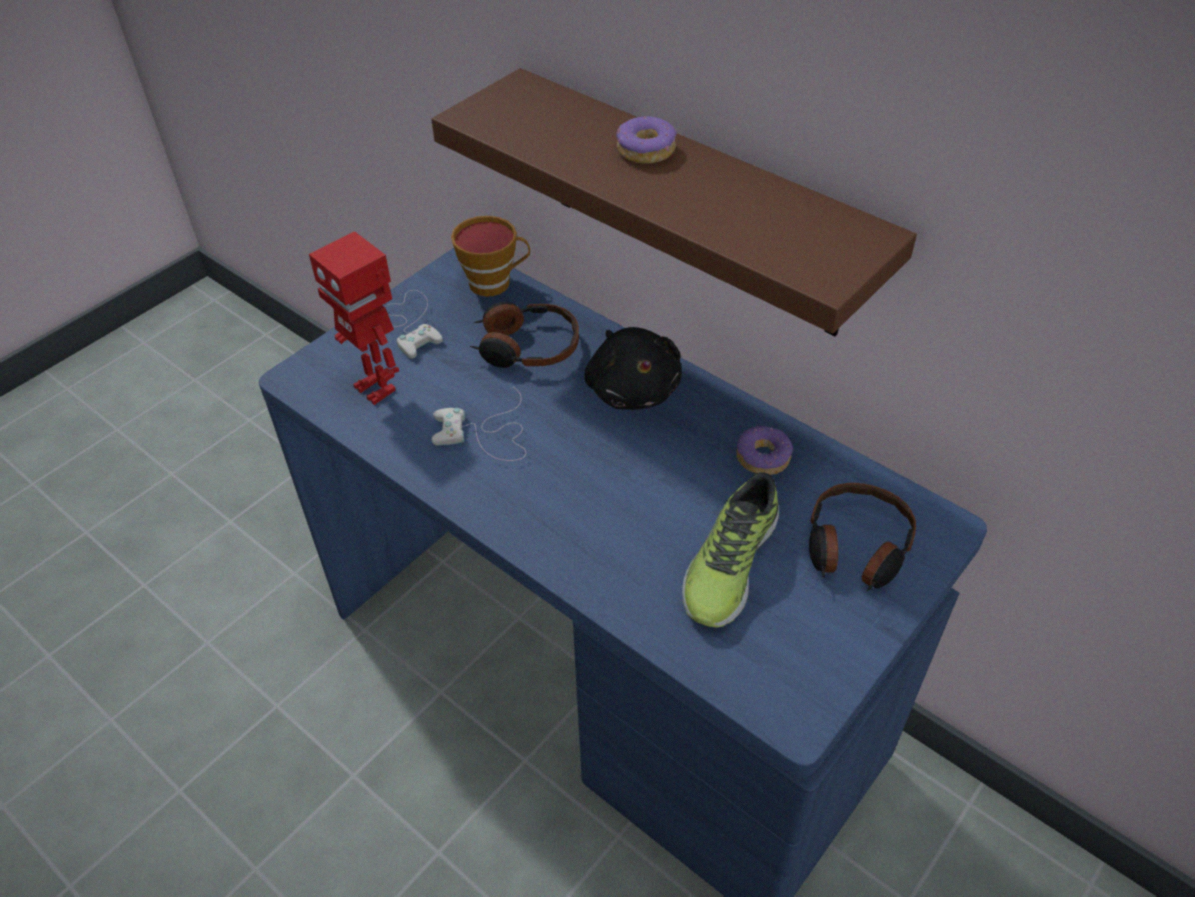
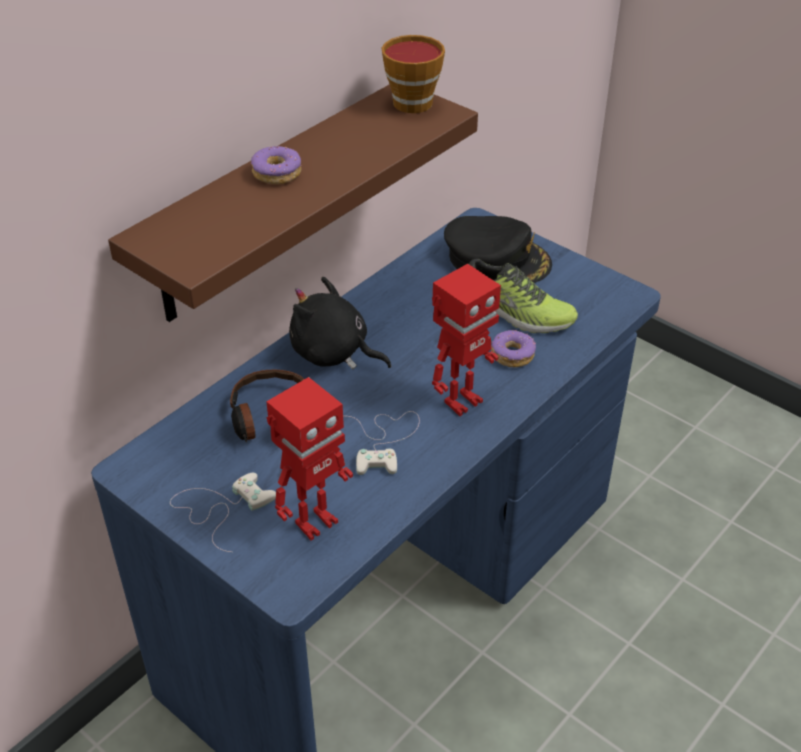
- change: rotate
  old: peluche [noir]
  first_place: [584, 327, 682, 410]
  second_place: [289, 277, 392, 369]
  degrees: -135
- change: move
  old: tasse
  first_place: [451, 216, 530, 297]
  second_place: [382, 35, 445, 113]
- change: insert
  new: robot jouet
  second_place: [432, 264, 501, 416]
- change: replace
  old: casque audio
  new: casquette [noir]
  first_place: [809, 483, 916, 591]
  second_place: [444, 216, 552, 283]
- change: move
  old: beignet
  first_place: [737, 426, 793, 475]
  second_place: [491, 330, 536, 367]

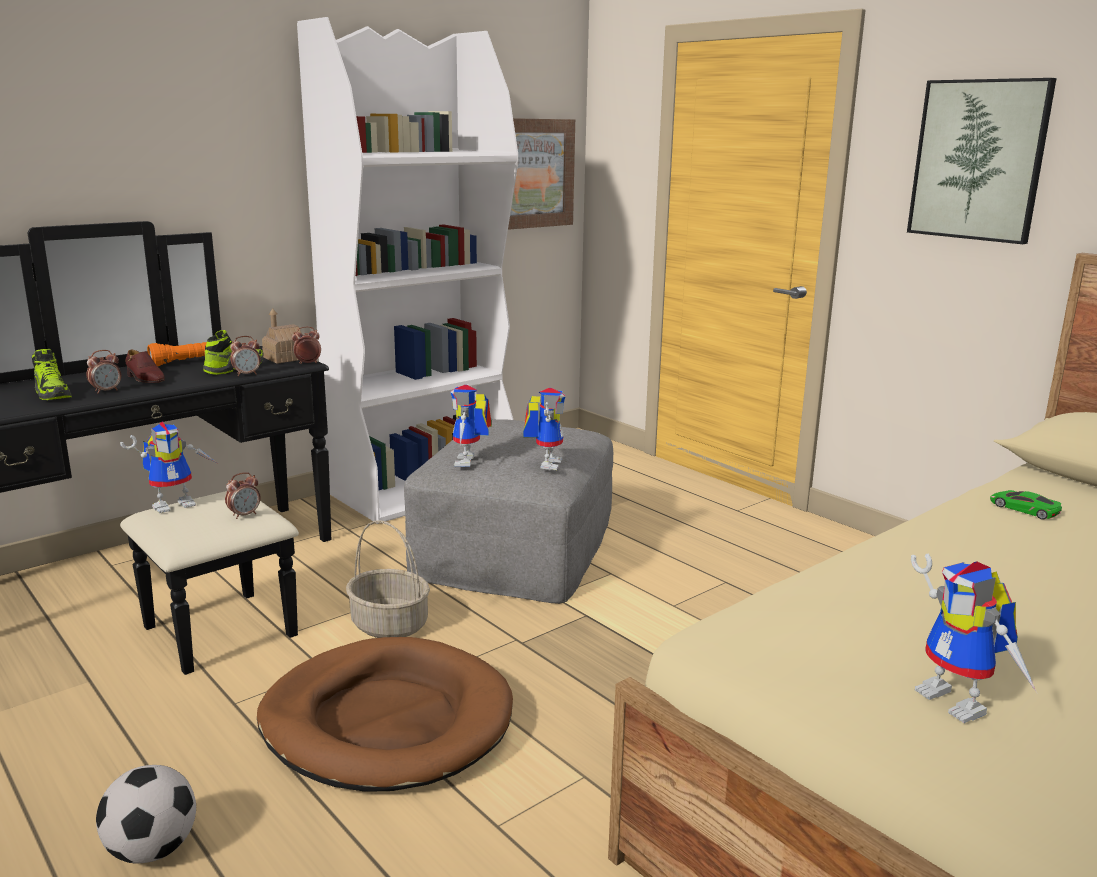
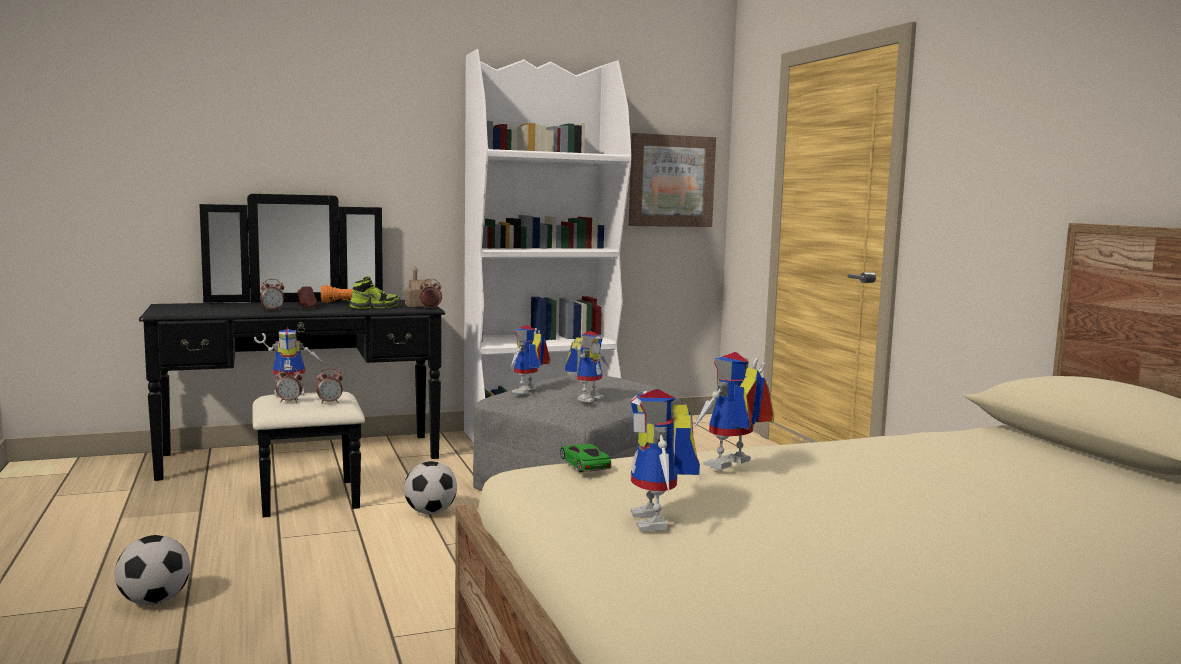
- change: move
  old: réveil
  first_place: [230, 336, 261, 376]
  second_place: [276, 367, 303, 402]
- change: replace
  old: panier
  new: ballon de foot
  first_place: [346, 520, 430, 638]
  second_place: [404, 461, 457, 515]
- change: move
  old: petite voiture [vert]
  first_place: [990, 490, 1062, 520]
  second_place: [560, 444, 611, 472]
- change: insert
  new: robot jouet
  second_place: [693, 352, 774, 470]
- change: delete
  old: chaussure
  first_place: [32, 349, 72, 400]
- change: delete
  old: panier pour chien [marron]
  first_place: [257, 637, 513, 792]
- change: delete
  old: tableau
  first_place: [907, 78, 1057, 244]

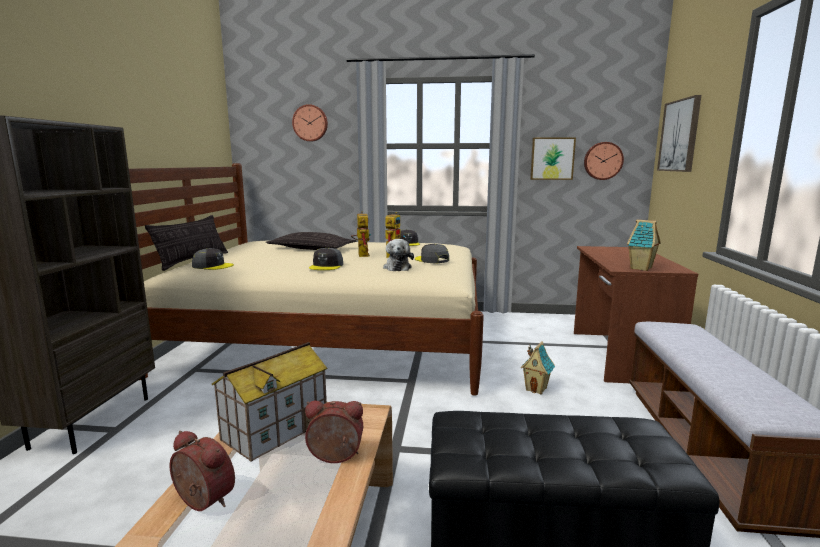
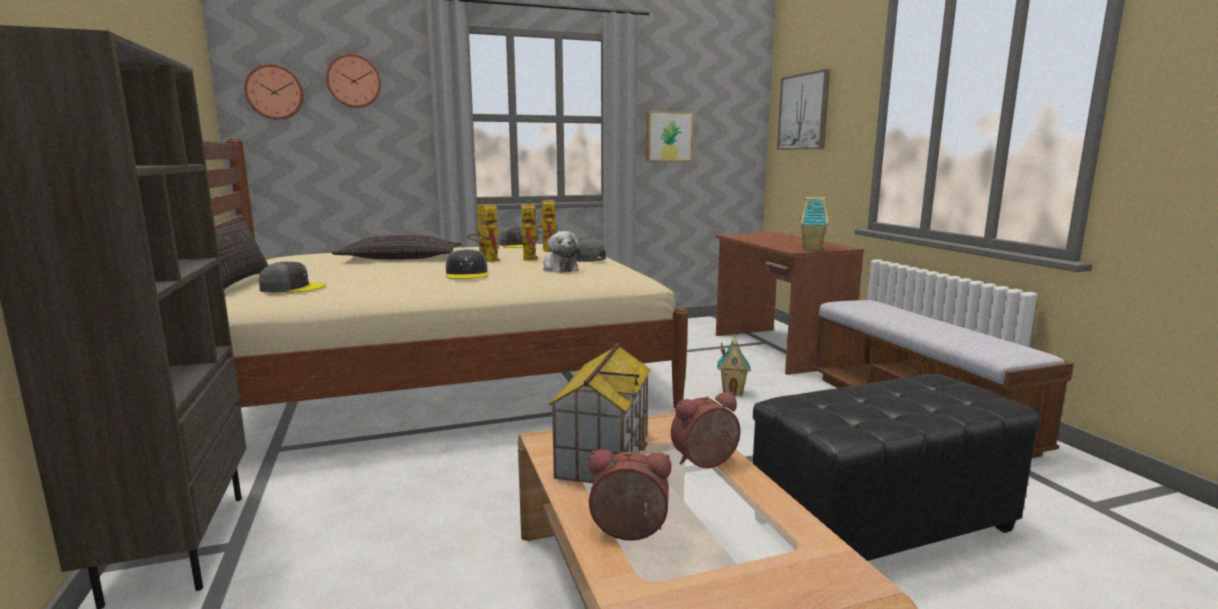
- change: move
  old: horloge murale
  first_place: [584, 142, 624, 180]
  second_place: [244, 64, 304, 120]
- change: insert
  new: robot jouet
  second_place: [536, 197, 558, 252]

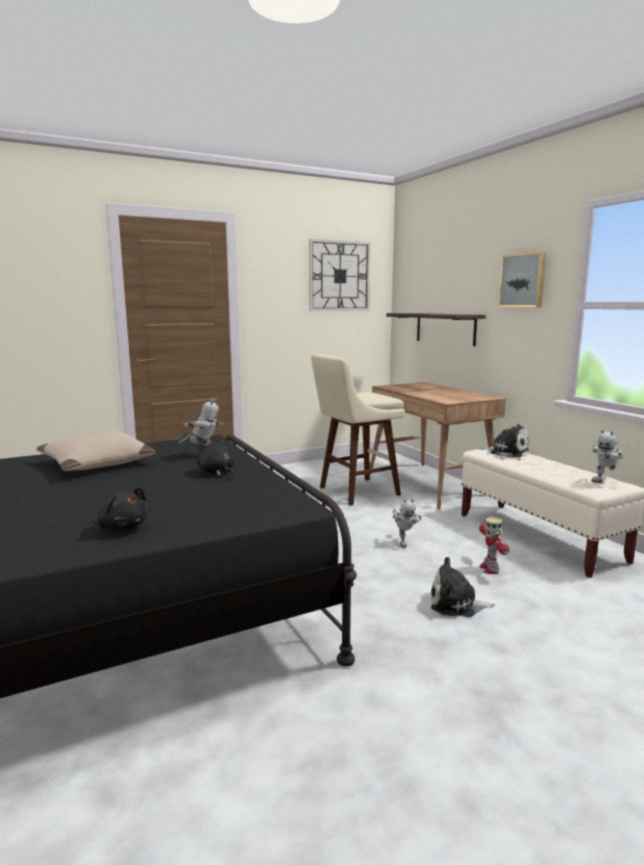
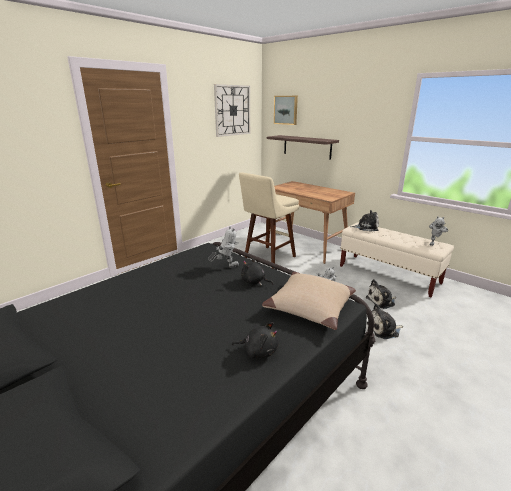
- change: move
  old: coussin [beige]
  first_place: [36, 430, 156, 471]
  second_place: [262, 272, 356, 330]
- change: move
  old: tableau
  first_place: [498, 252, 546, 307]
  second_place: [274, 96, 298, 125]
- change: replace
  old: robot jouet
  new: peluche
  first_place: [479, 517, 510, 574]
  second_place: [366, 279, 396, 309]

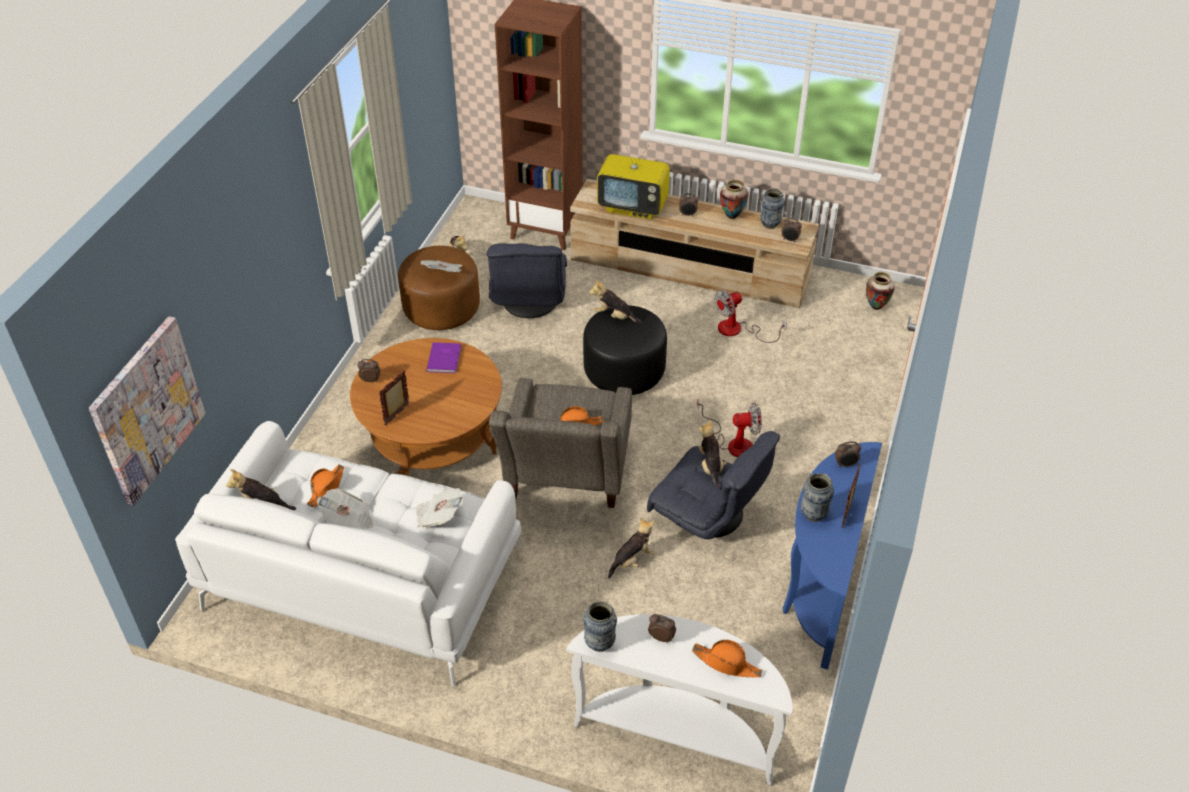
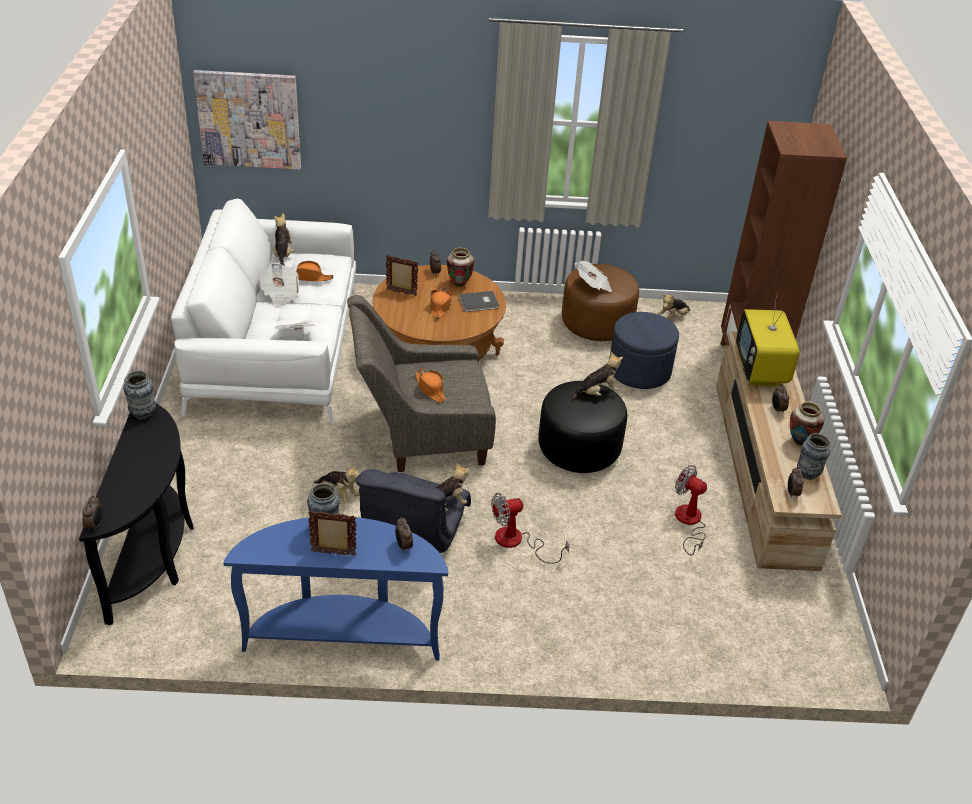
- change: recolor
  old: table console [blanc]
  new: table console [noir]
  first_place: [566, 614, 793, 785]
  second_place: [79, 403, 194, 625]
- change: move
  old: réveil
  first_place: [648, 614, 676, 643]
  second_place: [82, 495, 103, 532]
- change: move
  old: chapeau [orange]
  first_place: [692, 640, 762, 677]
  second_place: [430, 288, 451, 319]
- change: move
  old: vase
  first_place: [866, 272, 895, 310]
  second_place: [447, 248, 475, 287]
- change: recolor
  old: livre [violet]
  new: livre [gris]
  first_place: [426, 342, 461, 373]
  second_place: [459, 291, 499, 312]
- change: rotate
  old: ventilateur
  first_place: [697, 400, 762, 457]
  second_place: [491, 493, 570, 564]
  degrees: 90
- change: rotate
  old: peluche
  first_place: [589, 279, 642, 324]
  second_place: [571, 352, 623, 401]
  degrees: 60
- change: replace
  old: fauteuil [gris]
  new: pouf [bleu]
  first_place: [486, 243, 567, 318]
  second_place: [609, 312, 679, 389]

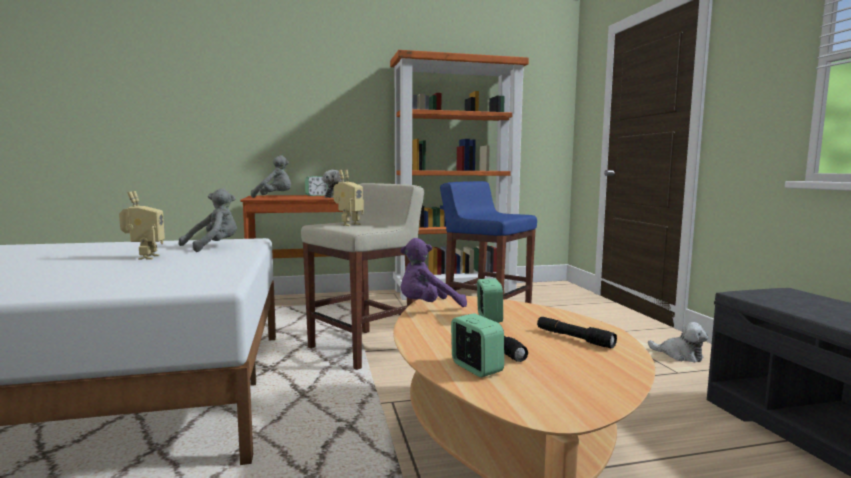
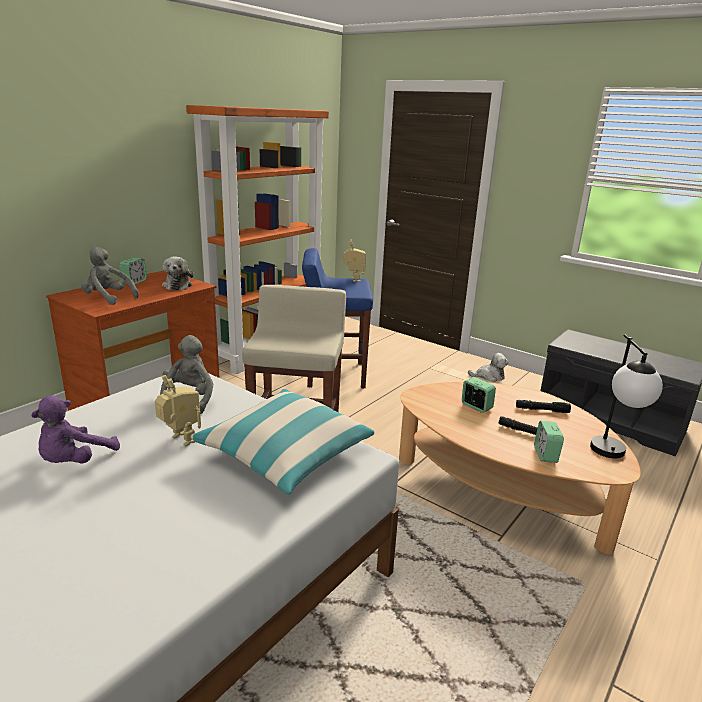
- change: move
  old: peluche [violet]
  first_place: [400, 238, 467, 307]
  second_place: [31, 395, 120, 463]
- change: rotate
  old: peluche [gris]
  first_place: [251, 155, 291, 198]
  second_place: [81, 247, 139, 305]
  degrees: -120
- change: insert
  new: coussin
  second_place: [191, 389, 374, 495]
- change: move
  old: robot jouet
  first_place: [333, 170, 364, 226]
  second_place: [344, 240, 366, 282]
- change: rotate
  old: réveil
  first_place: [451, 313, 504, 377]
  second_place: [534, 421, 564, 463]
  degrees: -105
- change: insert
  new: lampe de table
  second_place: [590, 334, 663, 458]

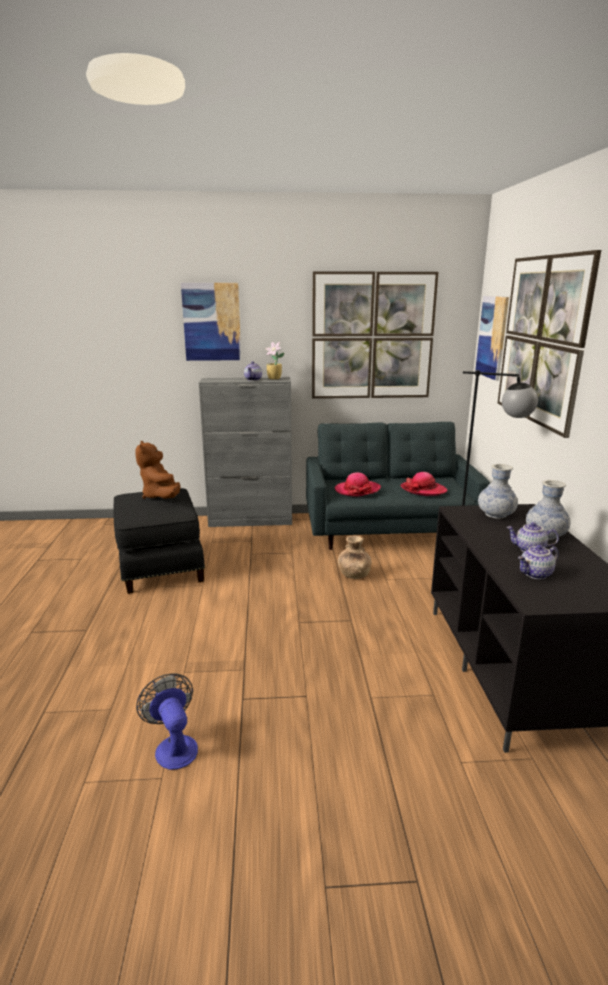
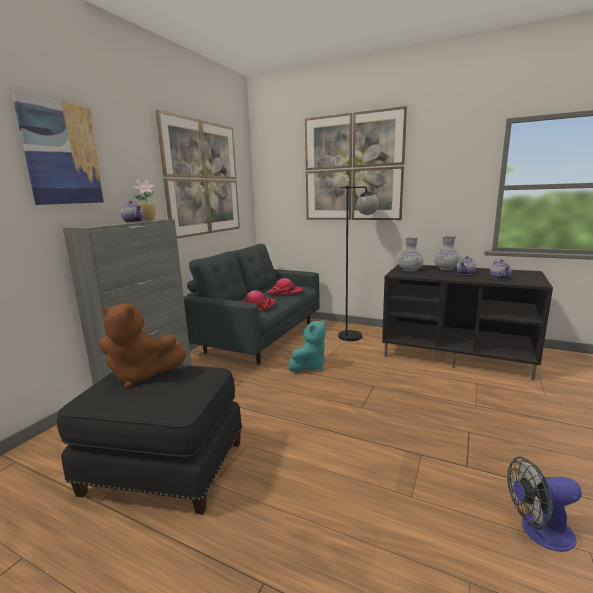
- change: replace
  old: vase [marron]
  new: peluche [turquoise]
  first_place: [338, 536, 372, 579]
  second_place: [288, 320, 326, 372]
- change: delete
  old: tableau
  first_place: [475, 296, 509, 381]

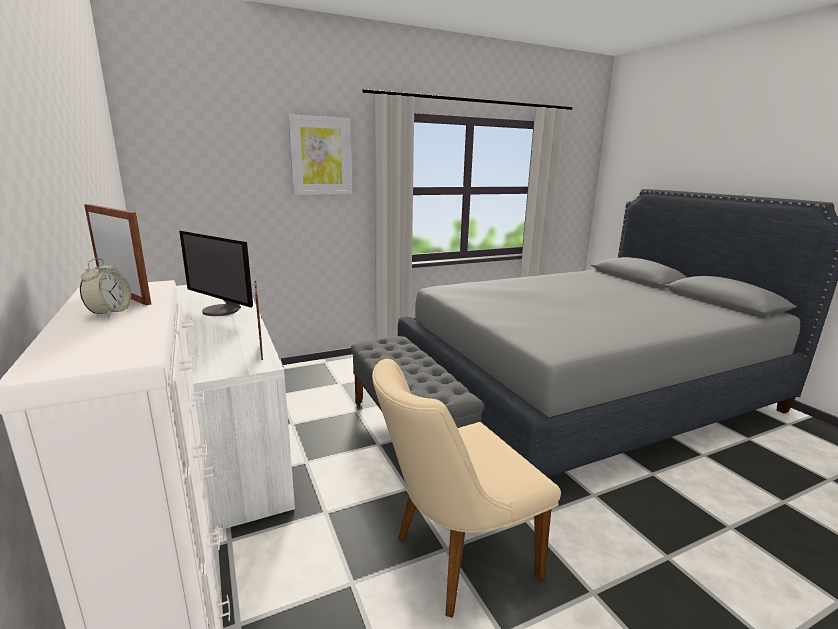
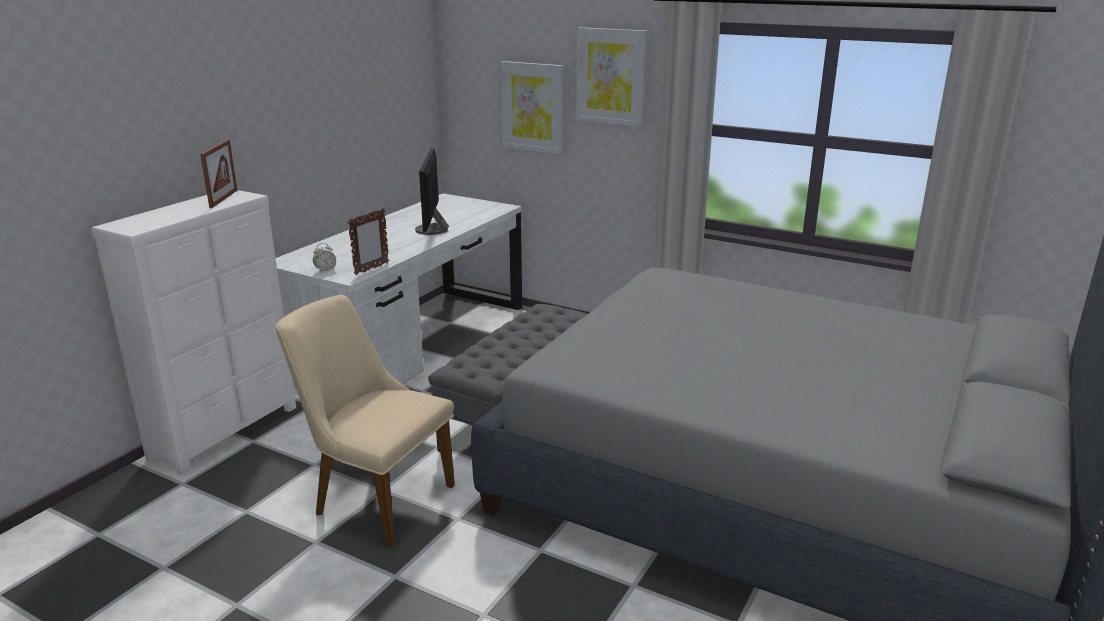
- change: move
  old: réveil
  first_place: [80, 258, 131, 318]
  second_place: [313, 243, 336, 272]
- change: insert
  new: tableau
  second_place: [501, 61, 564, 154]

